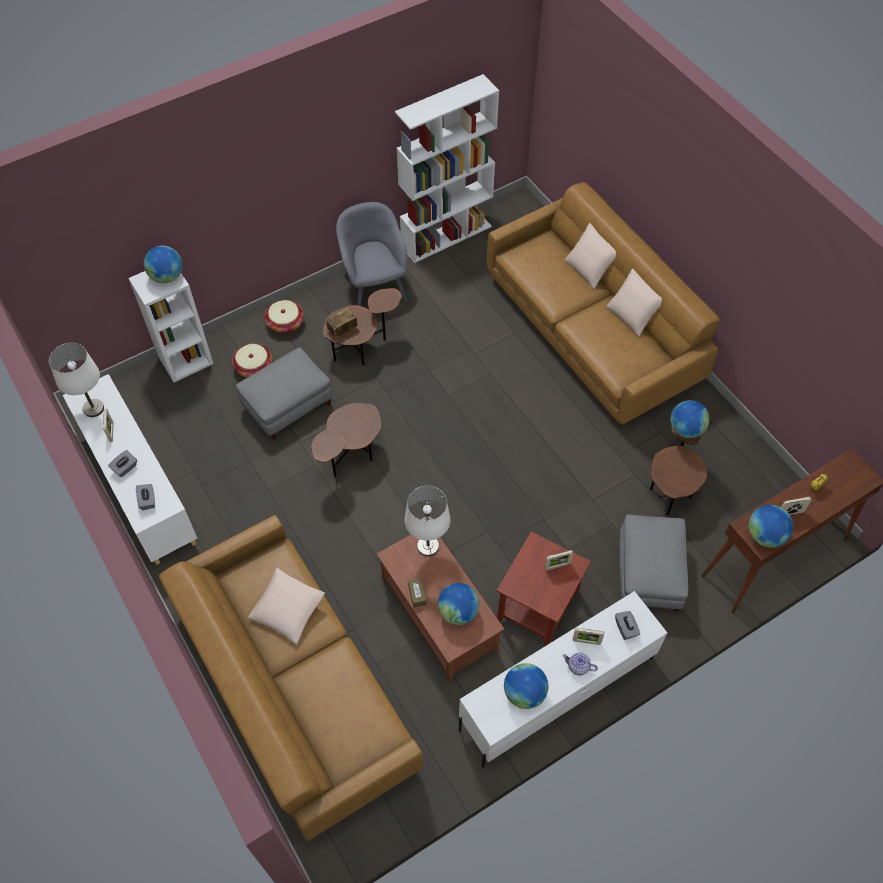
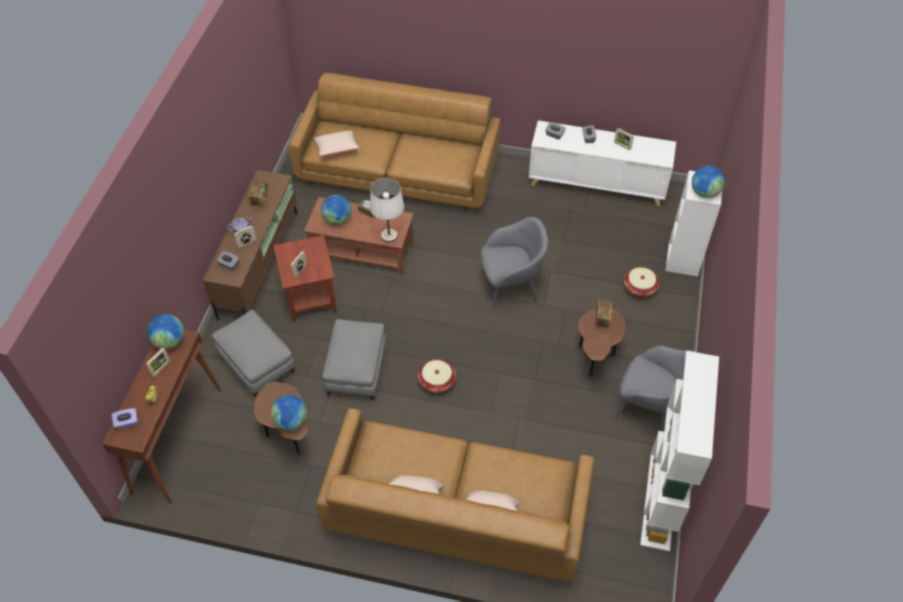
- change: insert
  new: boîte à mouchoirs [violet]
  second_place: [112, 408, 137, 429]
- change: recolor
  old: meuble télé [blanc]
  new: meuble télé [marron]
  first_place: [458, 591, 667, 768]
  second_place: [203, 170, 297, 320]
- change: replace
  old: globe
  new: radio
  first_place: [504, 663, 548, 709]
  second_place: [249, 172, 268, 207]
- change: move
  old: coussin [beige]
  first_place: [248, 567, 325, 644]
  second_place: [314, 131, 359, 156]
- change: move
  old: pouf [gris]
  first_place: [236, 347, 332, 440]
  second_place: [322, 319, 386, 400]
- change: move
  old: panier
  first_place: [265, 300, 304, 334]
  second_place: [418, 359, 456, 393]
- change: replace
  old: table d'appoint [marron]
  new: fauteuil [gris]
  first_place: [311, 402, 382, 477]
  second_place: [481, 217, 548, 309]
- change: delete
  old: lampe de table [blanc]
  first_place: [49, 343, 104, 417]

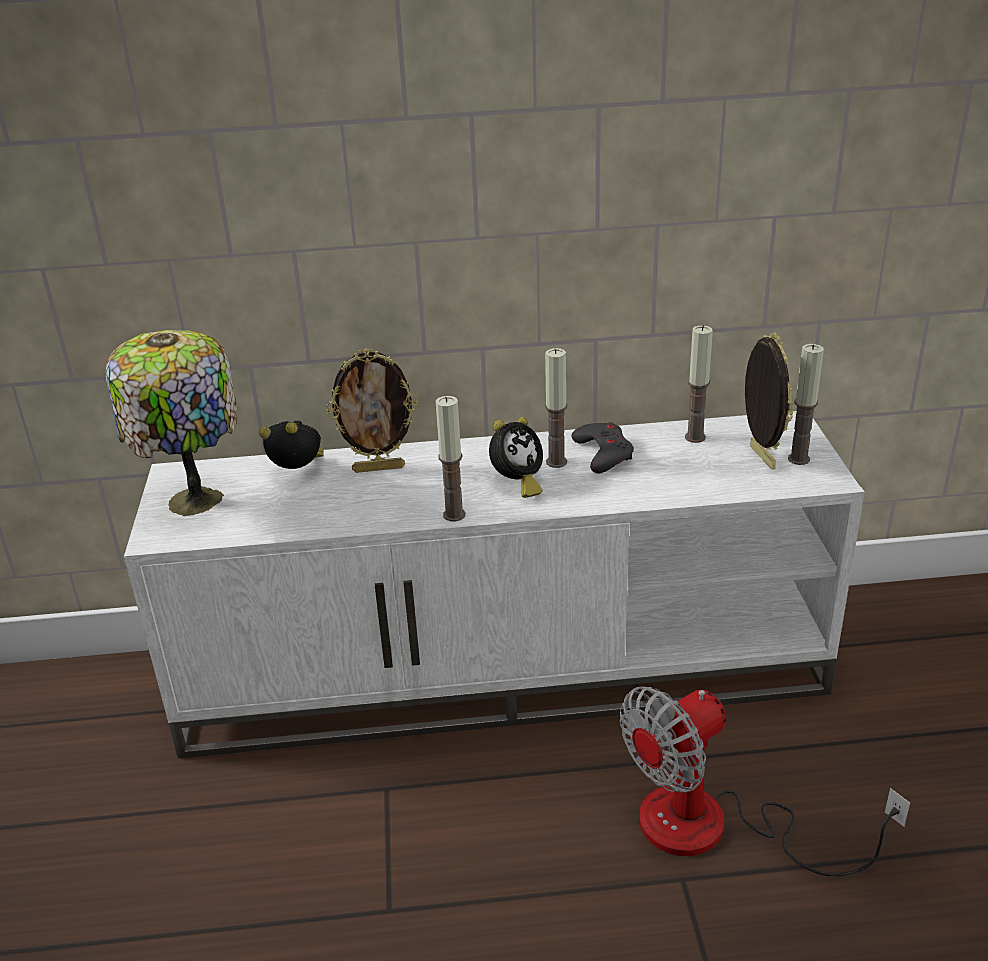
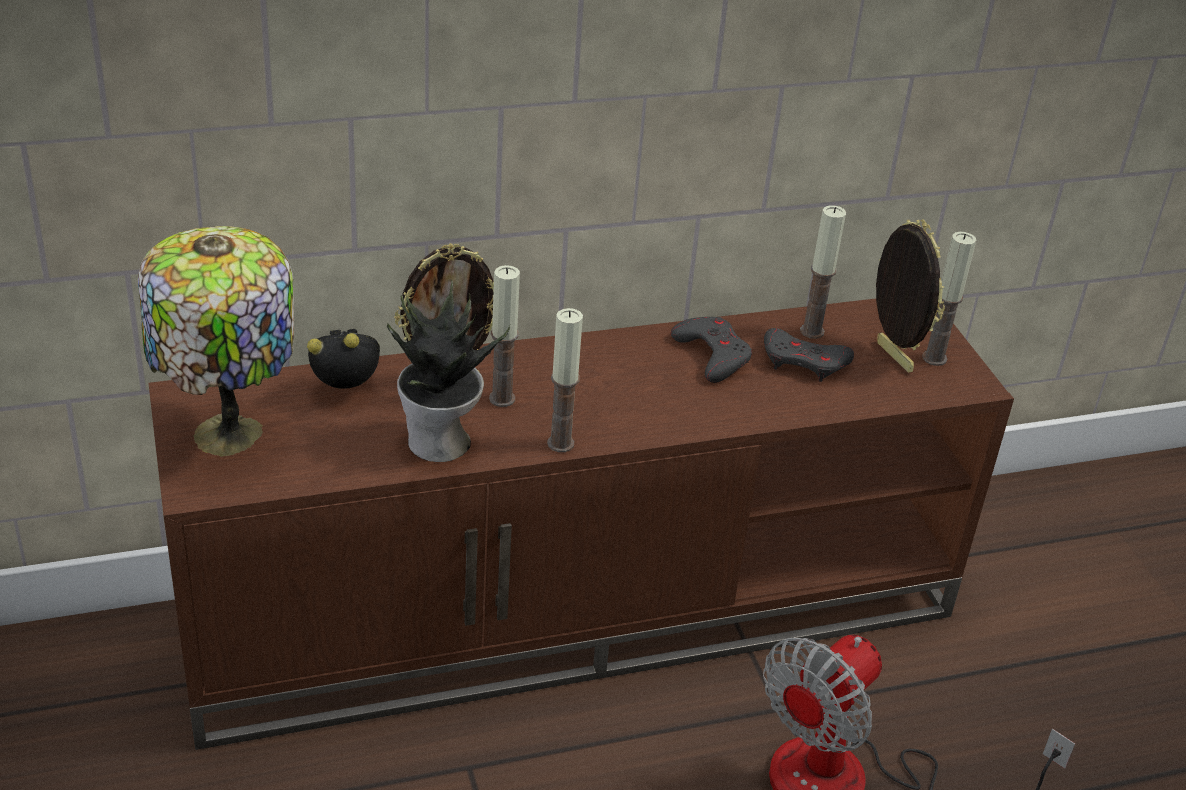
- change: recolor
  old: meuble télé [blanc]
  new: meuble télé [marron]
  first_place: [124, 411, 865, 758]
  second_place: [148, 298, 1014, 750]
- change: insert
  new: plante en pot
  second_place: [387, 280, 510, 462]
- change: move
  old: bougie
  first_place: [545, 348, 567, 468]
  second_place: [489, 265, 520, 407]
- change: insert
  new: manette [gris]
  second_place: [764, 328, 854, 382]
- change: delete
  old: réveil
  first_place: [489, 417, 543, 498]

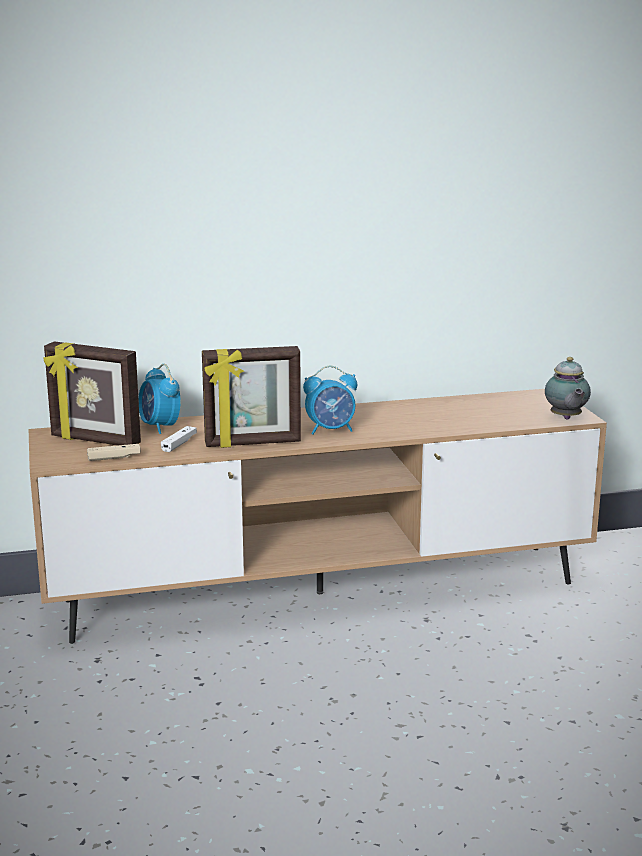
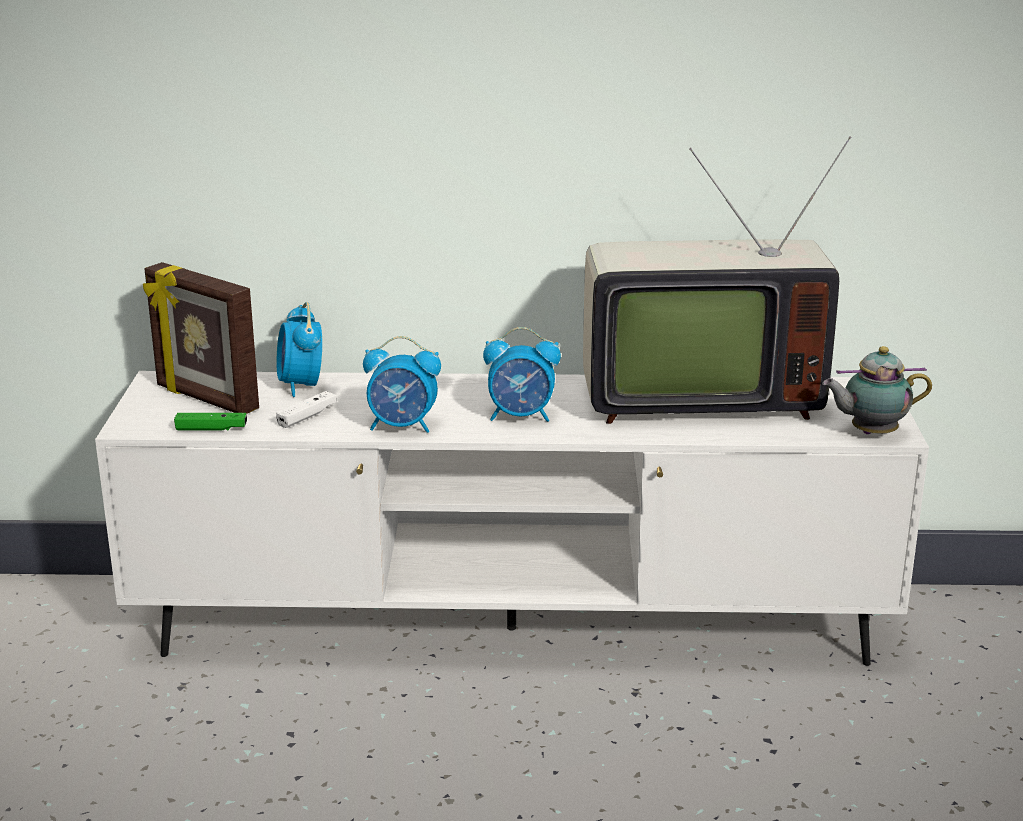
- change: recolor
  old: meuble télé [marron]
  new: meuble télé [blanc]
  first_place: [29, 389, 607, 644]
  second_place: [95, 371, 929, 666]
- change: recolor
  old: manette [beige]
  new: manette [vert]
  first_place: [87, 444, 141, 461]
  second_place: [174, 413, 247, 431]
- change: replace
  old: cadre photo
  new: réveil
  first_place: [202, 346, 301, 448]
  second_place: [363, 336, 441, 433]
- change: insert
  new: téléviseur
  second_place: [583, 136, 851, 424]
- change: rotate
  old: théière
  first_place: [545, 357, 591, 420]
  second_place: [822, 346, 932, 434]
  degrees: 75

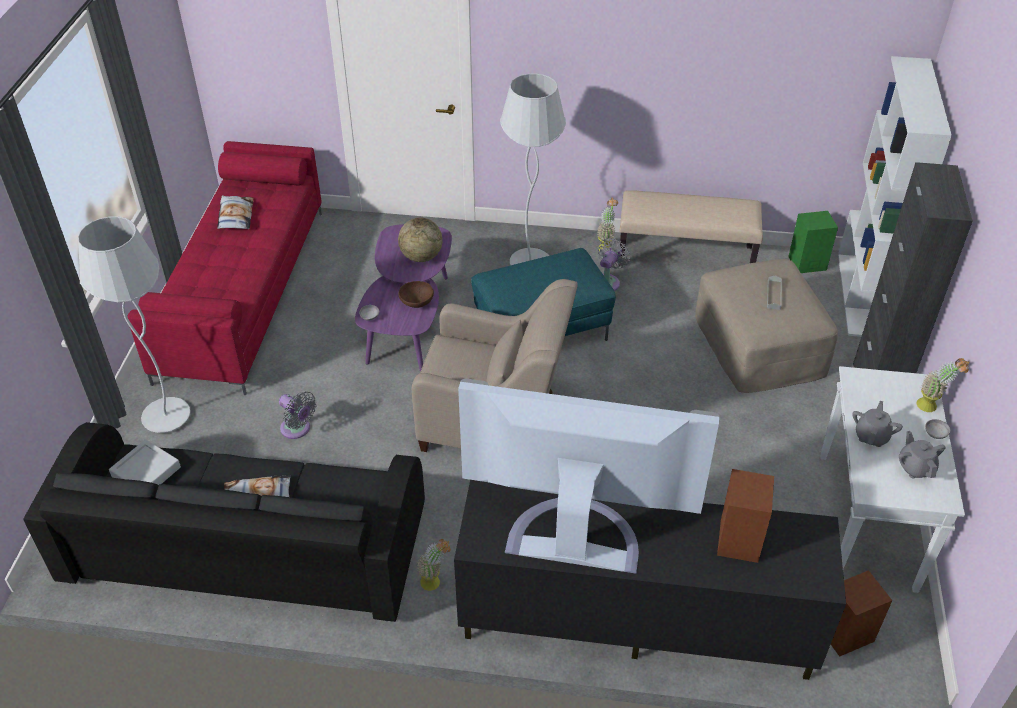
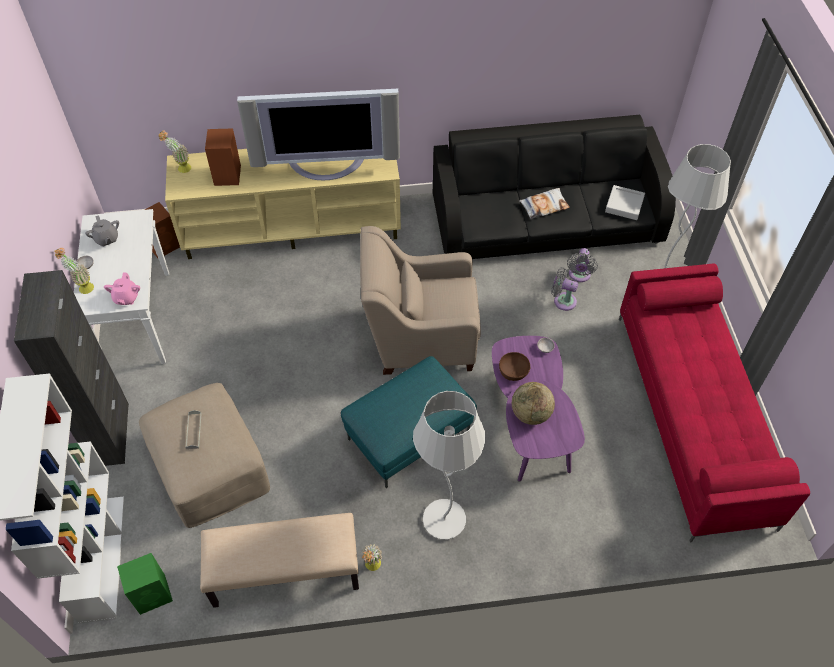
- change: insert
  new: théière [rose]
  second_place: [104, 273, 140, 305]
- change: move
  old: plante en pot
  first_place: [417, 539, 451, 591]
  second_place: [158, 130, 191, 173]
- change: recolor
  old: meuble télé [noir]
  new: meuble télé [beige]
  first_place: [454, 480, 846, 680]
  second_place: [165, 149, 401, 259]
- change: move
  old: ventilateur [gris]
  first_place: [597, 238, 630, 291]
  second_place: [567, 248, 598, 282]
- change: delete
  old: coussin
  first_place: [217, 195, 253, 229]
- change: delete
  old: théière [gris]
  first_place: [852, 401, 903, 447]

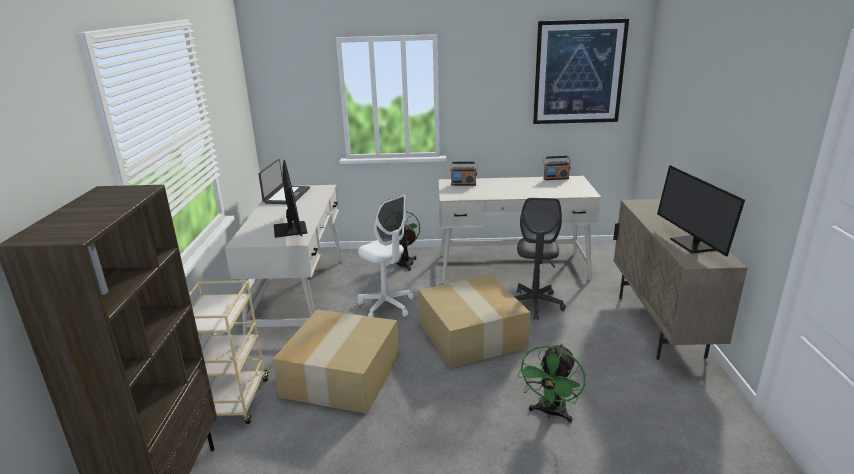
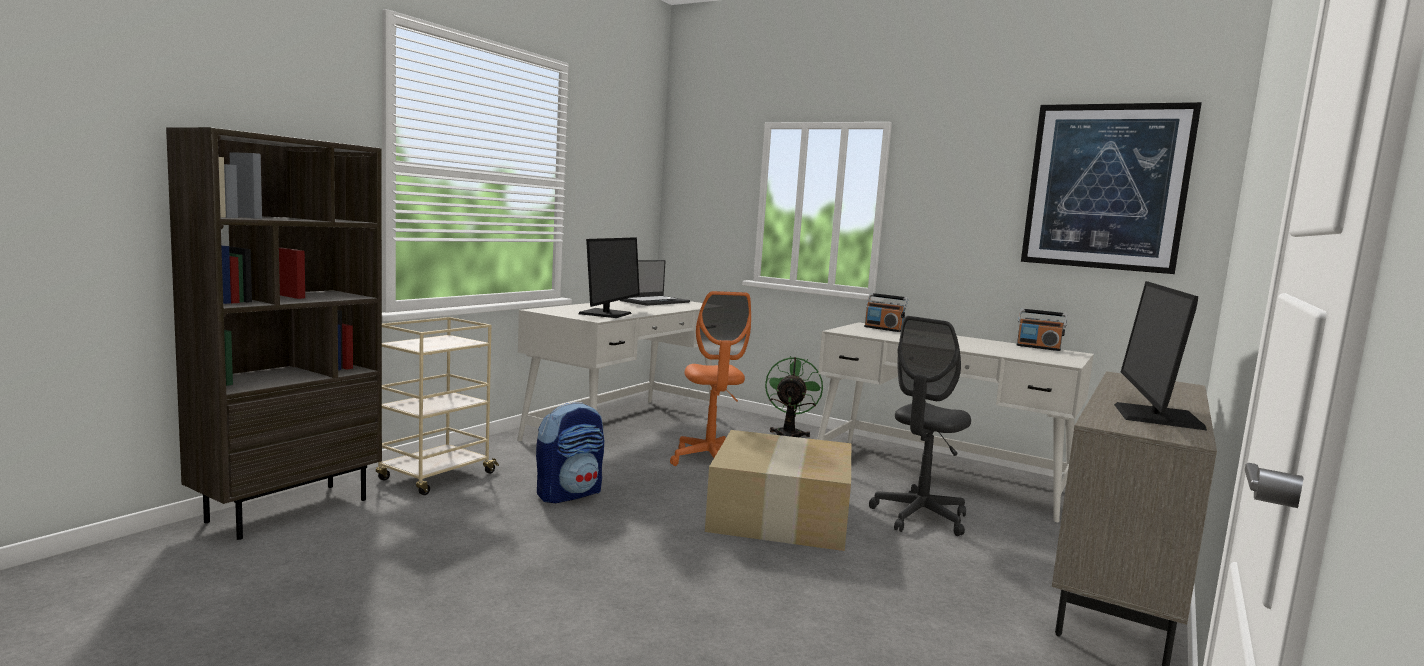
- change: replace
  old: carton
  new: sac à dos
  first_place: [273, 310, 399, 414]
  second_place: [536, 402, 604, 503]
- change: recolor
  old: chaise de bureau [blanc]
  new: chaise de bureau [orange]
  first_place: [358, 195, 414, 317]
  second_place: [670, 291, 751, 466]
- change: delete
  old: ventilateur [vert]
  first_place: [517, 344, 585, 423]

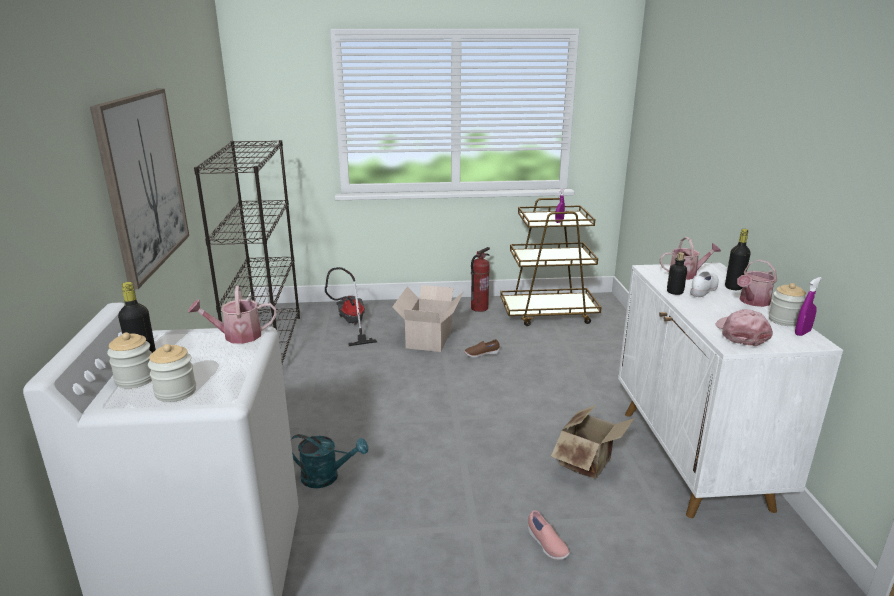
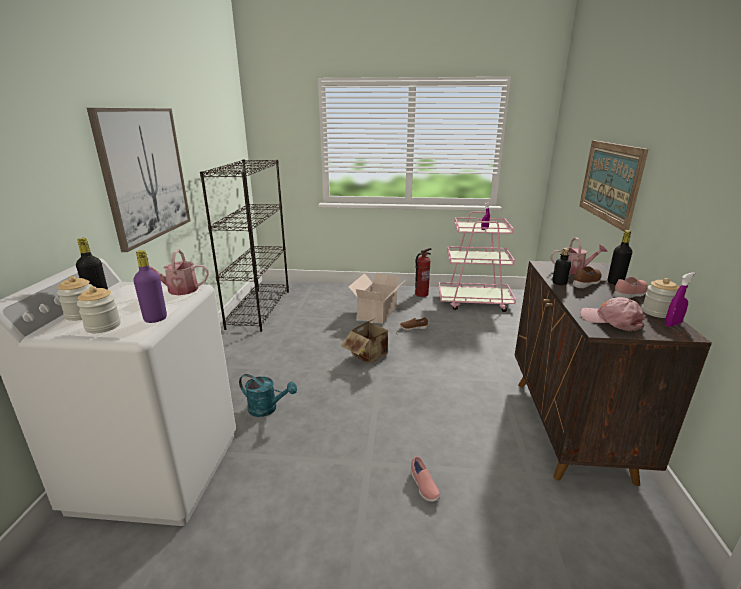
- change: insert
  new: bouteille [violet]
  second_place: [133, 250, 167, 323]
- change: move
  old: carton
  first_place: [551, 405, 635, 479]
  second_place: [340, 319, 394, 364]
- change: recolor
  old: chariot [marron]
  new: chariot [rose]
  first_place: [500, 198, 601, 326]
  second_place: [439, 211, 516, 312]
- change: recolor
  old: meuble de rangement [blanc]
  new: meuble de rangement [marron]
  first_place: [618, 263, 843, 518]
  second_place: [515, 261, 712, 486]
- change: recolor
  old: chaussure [blanc]
  new: chaussure [marron]
  first_place: [690, 271, 719, 297]
  second_place: [573, 266, 601, 288]
- change: insert
  new: tableau
  second_place: [579, 140, 649, 232]
- change: rotate
  old: casquette [rose]
  first_place: [715, 309, 773, 346]
  second_place: [580, 297, 645, 331]
  degrees: -60
- change: replace
  old: arrosoir
  new: chaussure [rose]
  first_place: [737, 259, 777, 307]
  second_place: [613, 277, 648, 299]
- change: delete
  old: aspirateur
  first_place: [325, 267, 377, 346]

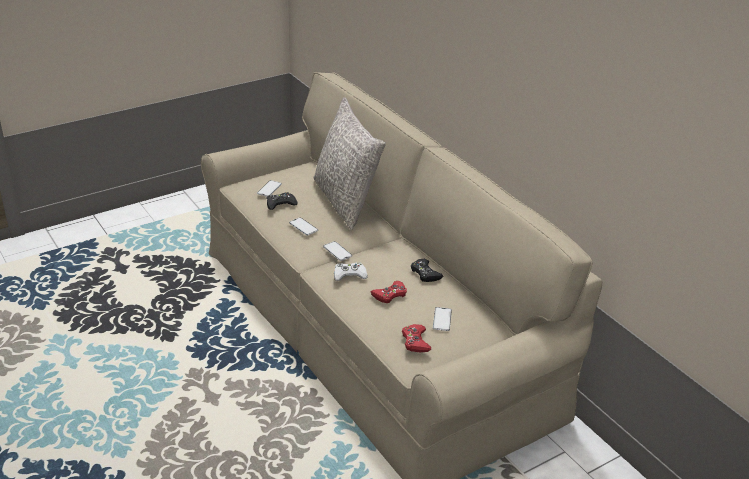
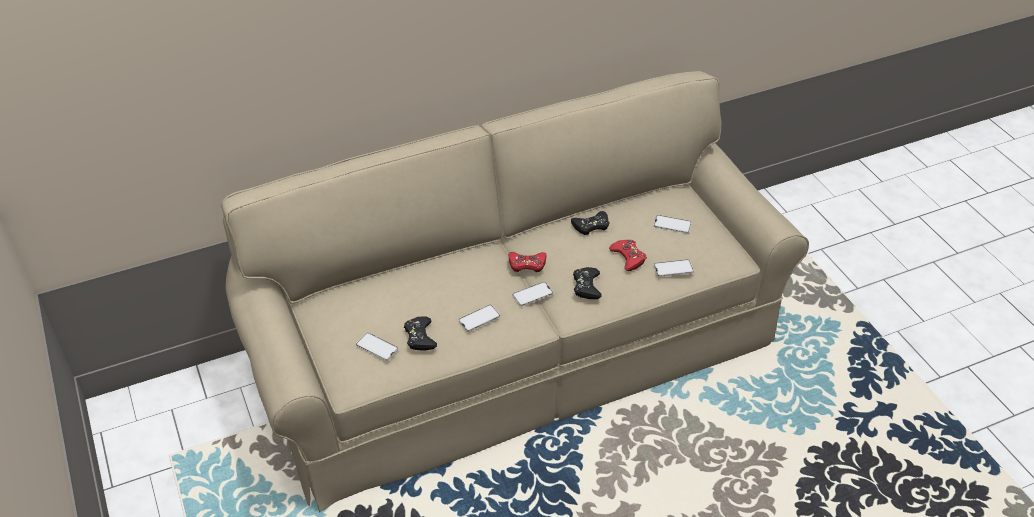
- change: move
  old: manette [rouge]
  first_place: [402, 324, 431, 352]
  second_place: [509, 252, 547, 272]
- change: recolor
  old: manette [blanc]
  new: manette [noir]
  first_place: [334, 262, 368, 281]
  second_place: [573, 267, 602, 299]
- change: insert
  new: téléphone
  second_place: [654, 260, 694, 277]
- change: delete
  old: coussin [gris]
  first_place: [313, 97, 386, 230]

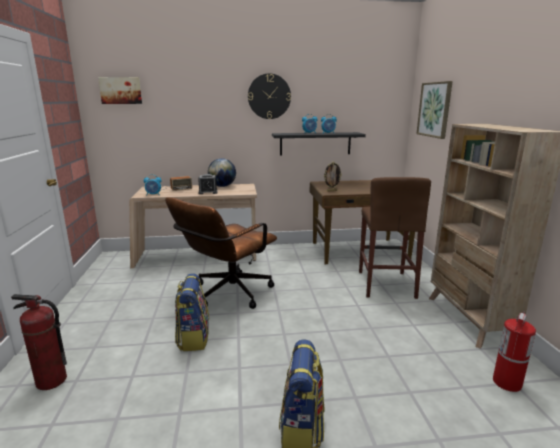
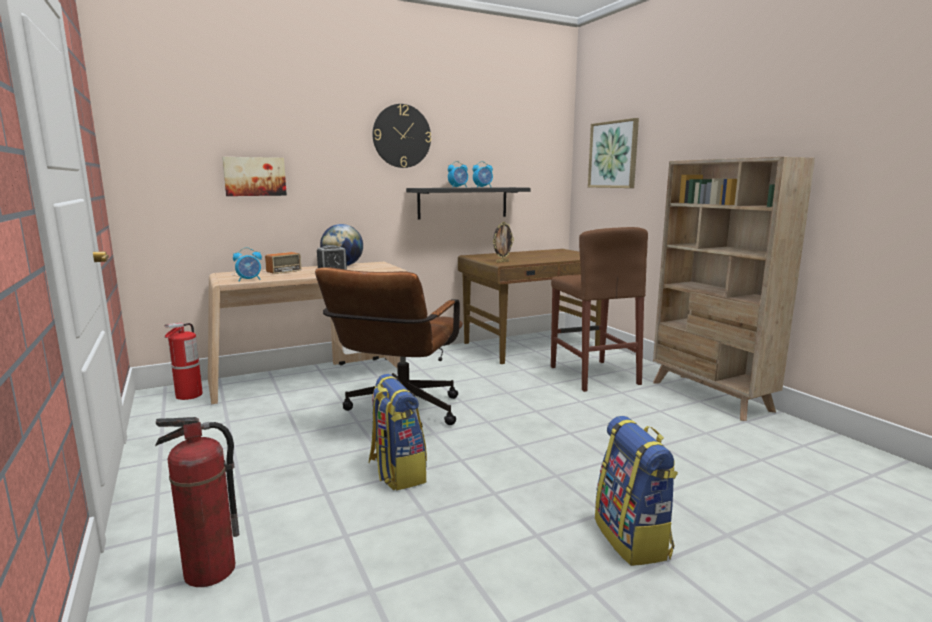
- change: move
  old: extincteur
  first_place: [493, 311, 536, 392]
  second_place: [165, 323, 203, 400]
- change: move
  old: tableau
  first_place: [98, 77, 142, 104]
  second_place: [222, 157, 287, 196]

